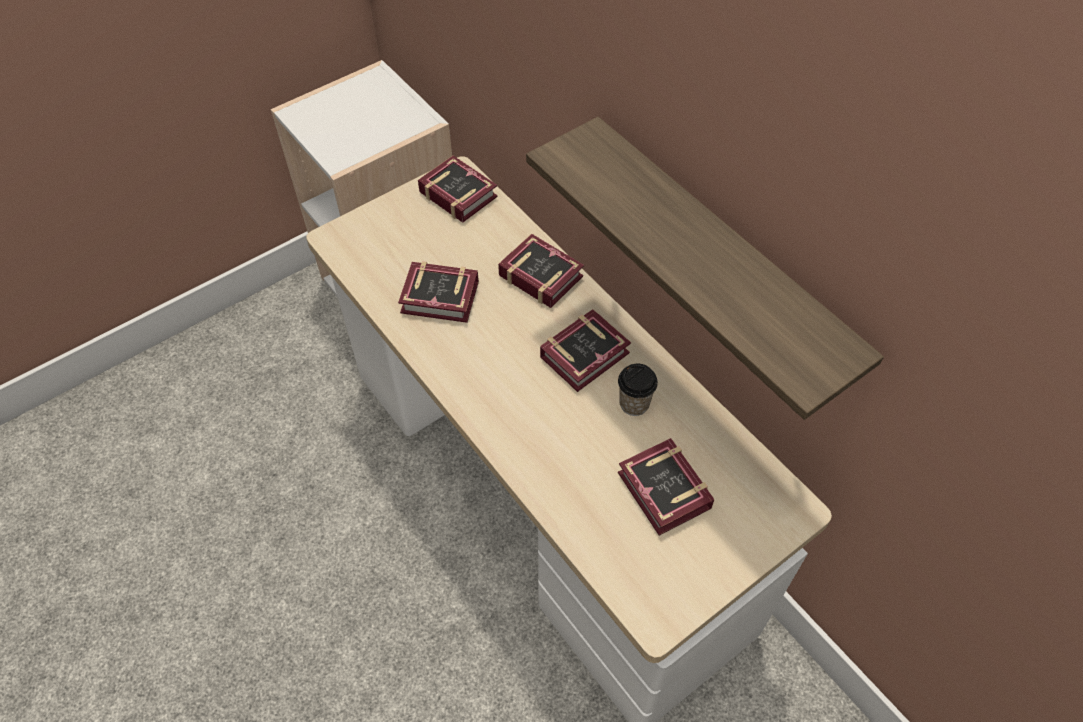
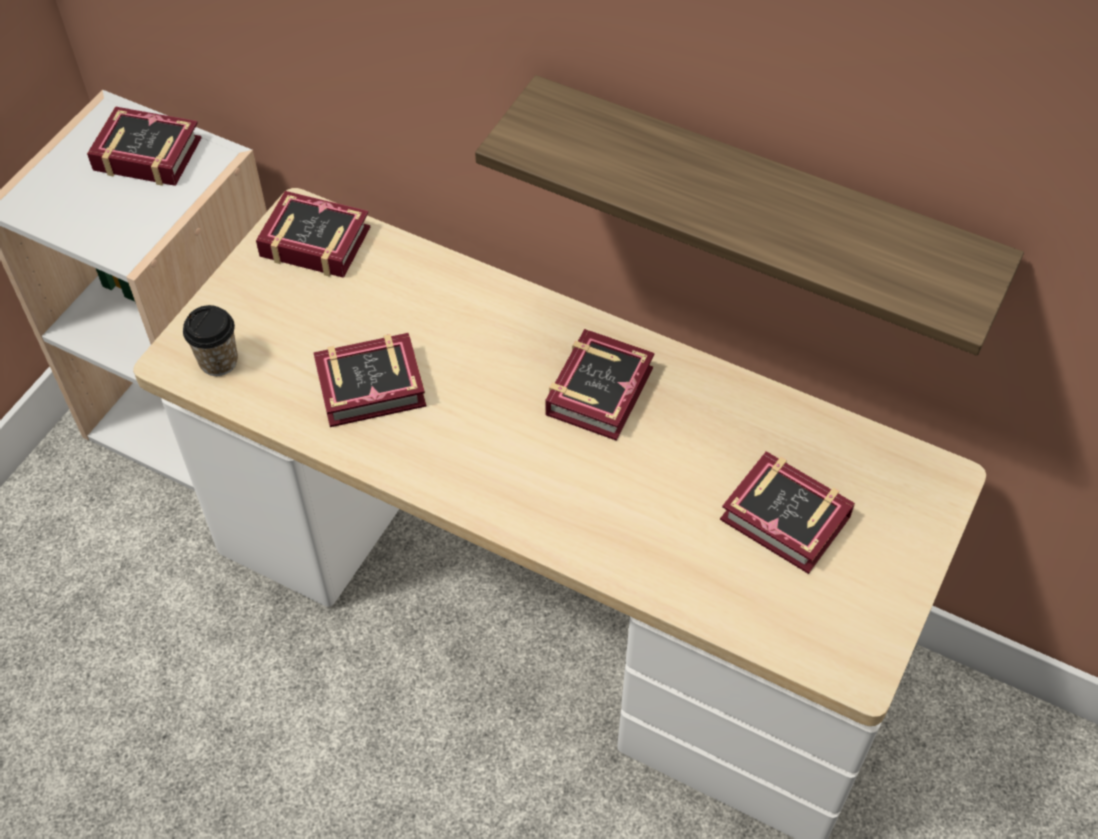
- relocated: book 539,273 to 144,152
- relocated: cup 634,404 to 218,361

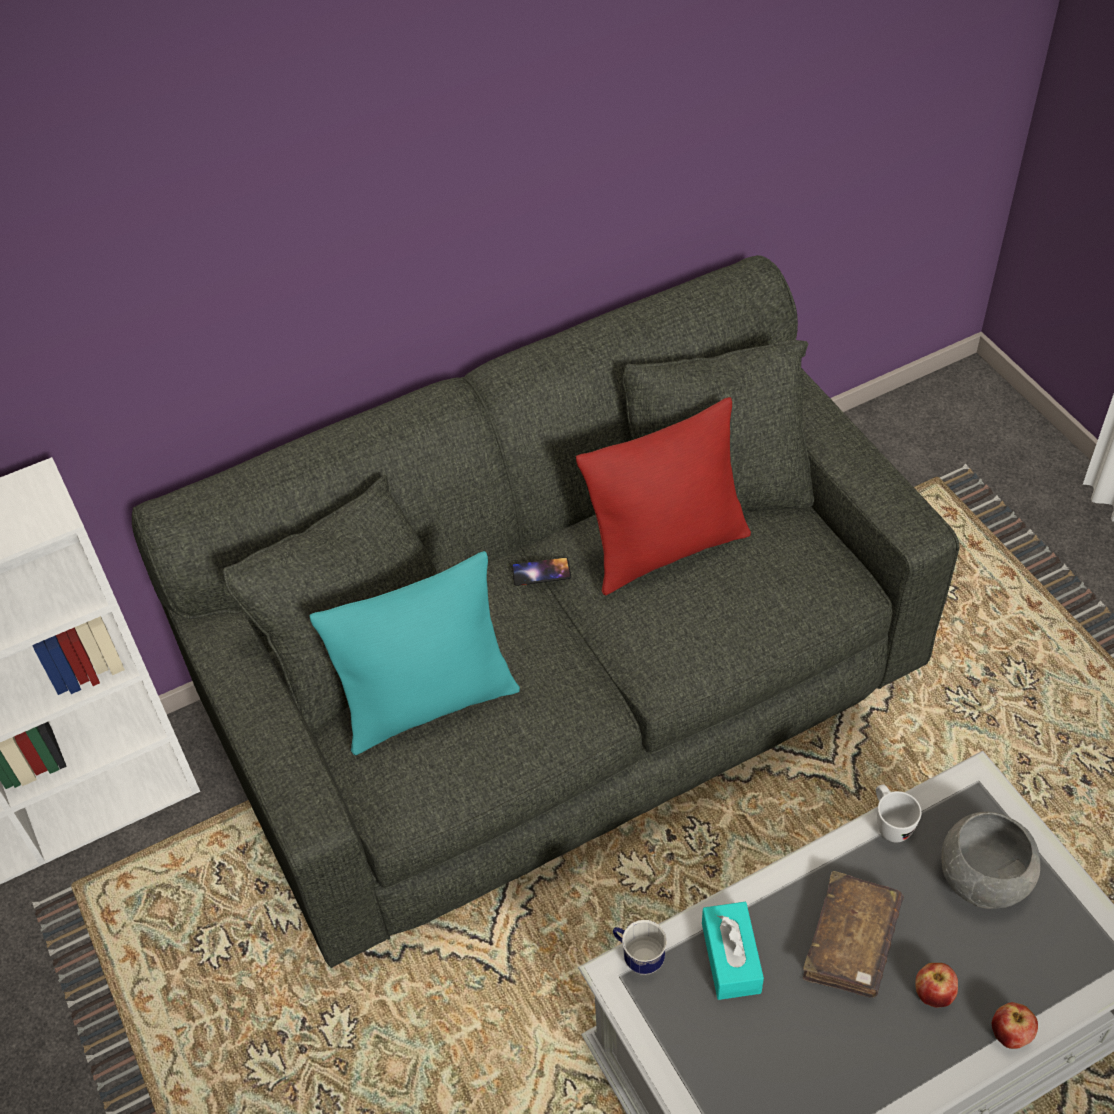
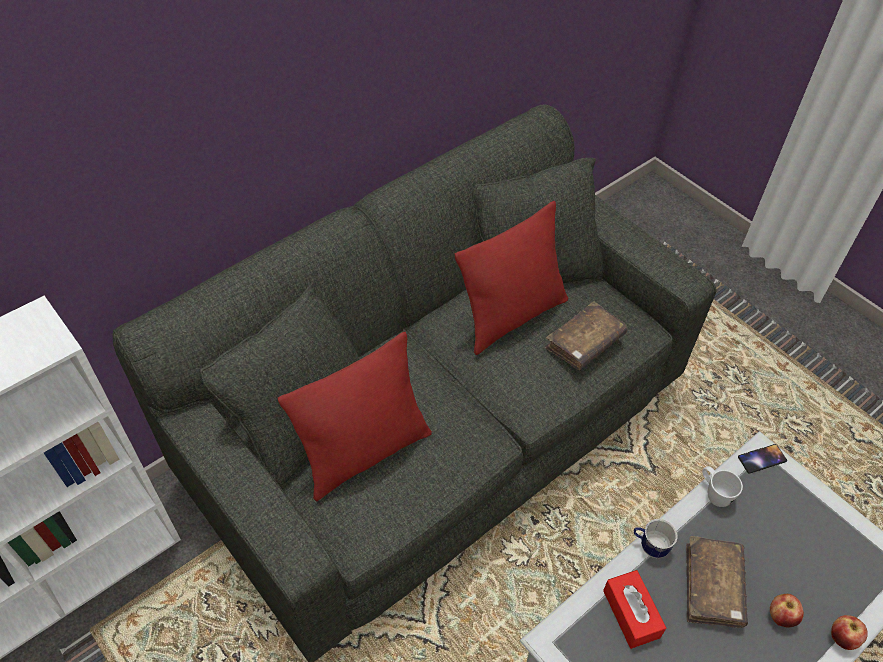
- missing: bowl/grey 983,878
- appeared: book/brown 584,343
- relocated: phone 541,572 to 762,459
- relocated: mug 638,956 to 649,546
- colour: pillow/turquoise 429,704 to pillow/red 365,453
- colour: tissue box/turquoise 731,958 to tissue box/red 631,613

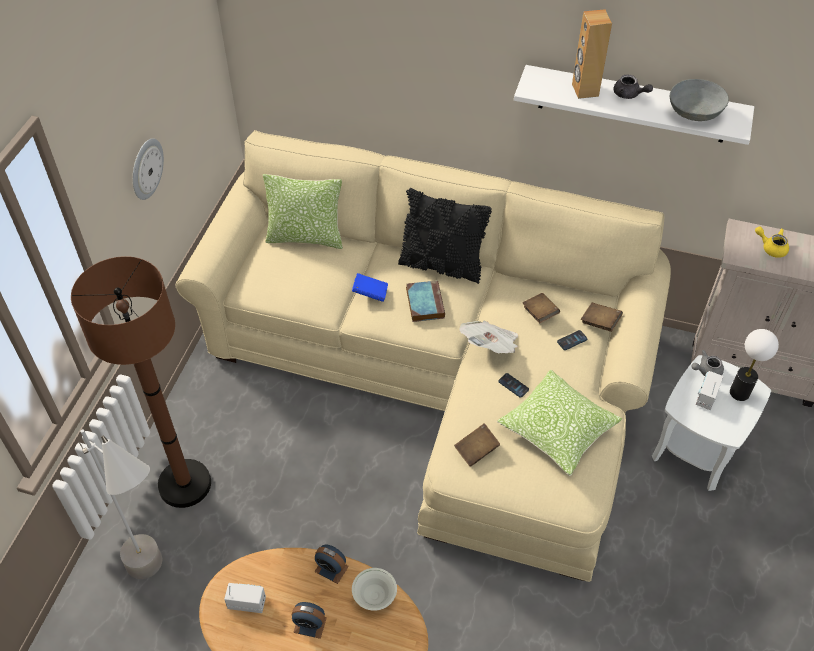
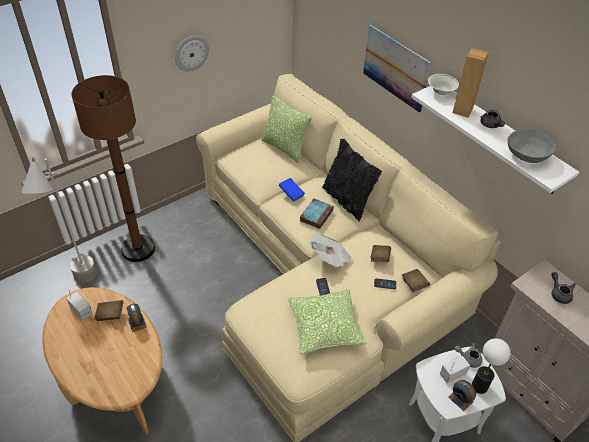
- appeared: picture 395,67
- relocated: alarm clock 310,625 to 460,399
- relocated: bowl/white 374,596 to 440,92
- relocated: book/brown 476,450 to 110,315
- colour: teapot/yellow 771,247 to teapot/grey 559,293

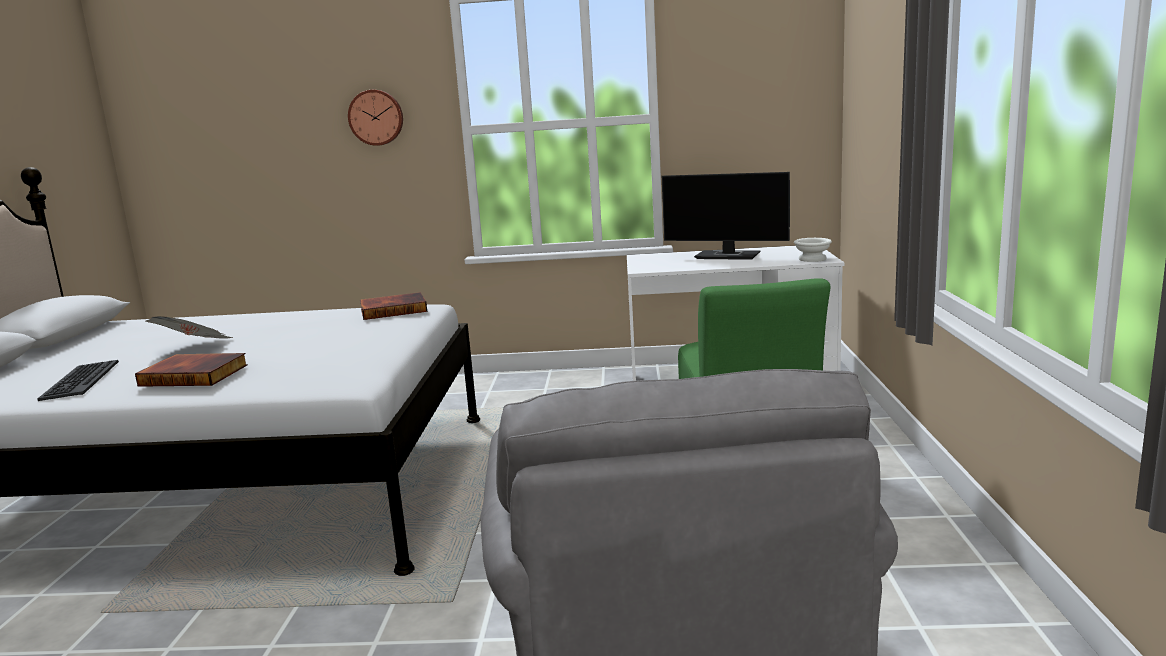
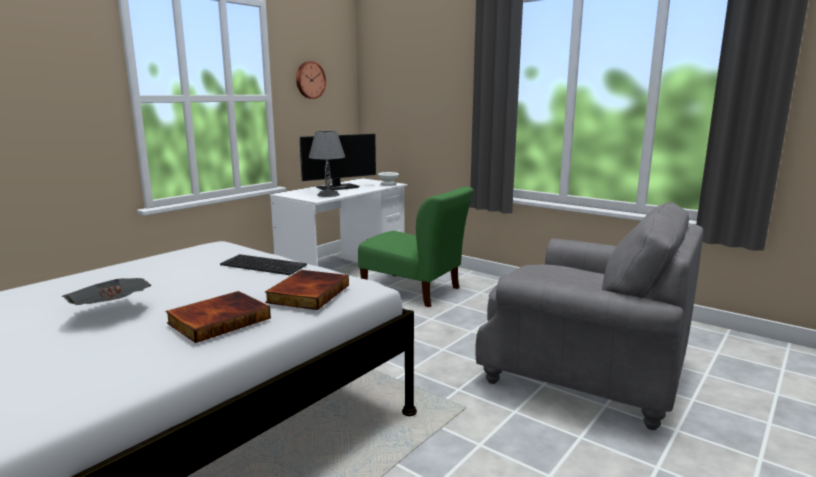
- appeared: table lamp/grey 328,195
- relocated: keyboard 80,381 to 262,266
- relocated: wall clock 376,117 to 309,80
- relocated: book 394,310 to 307,293

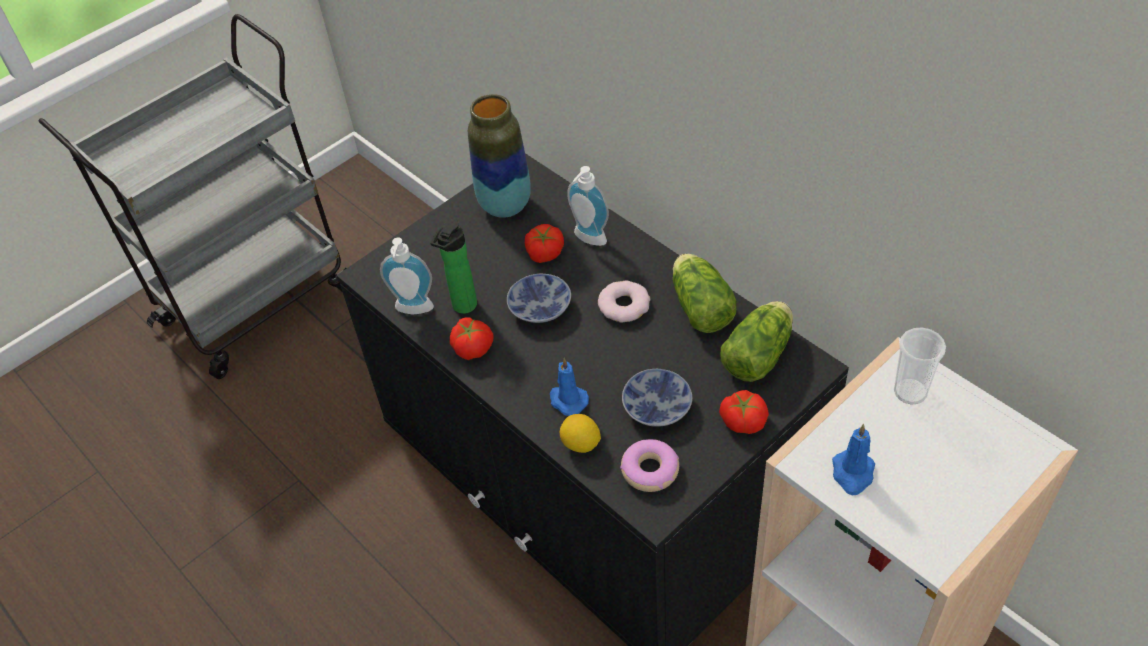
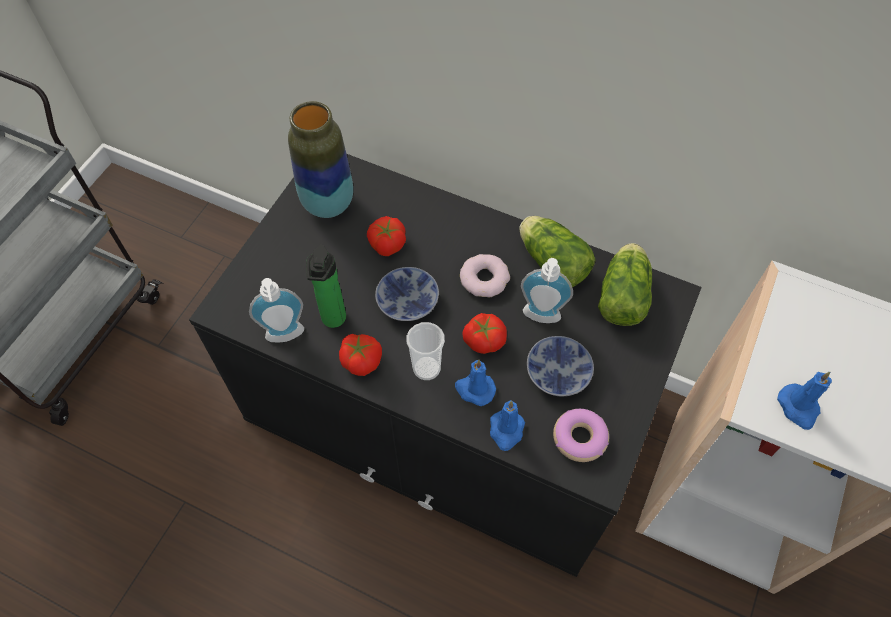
- relocated: soap dispenser 587,240 to 540,318
- relocated: tomato 743,420 to 484,339
- relocated: cup 910,392 to 426,368
- exchanged: lemon 580,444 to candle/blue 506,431

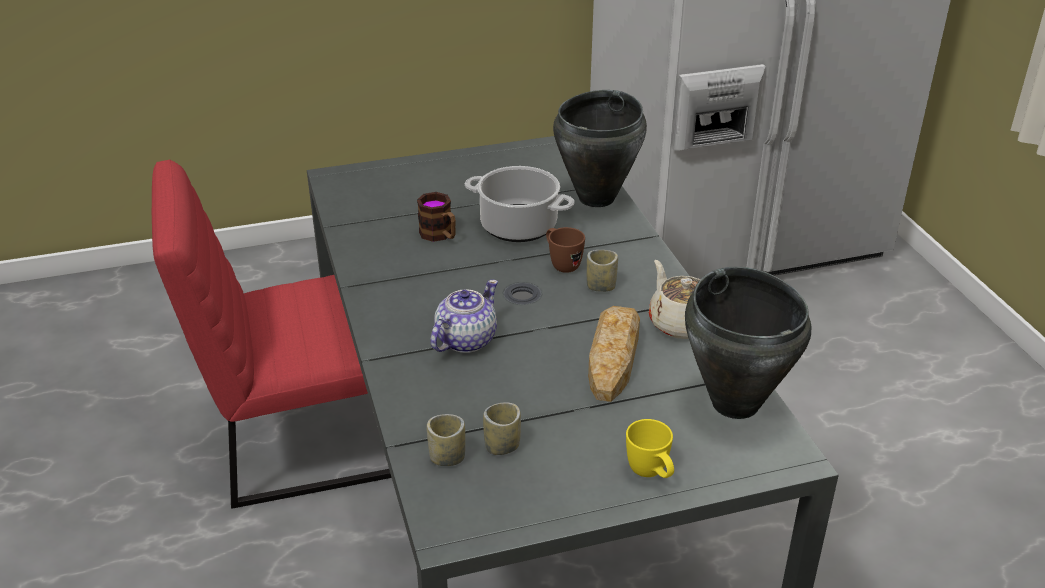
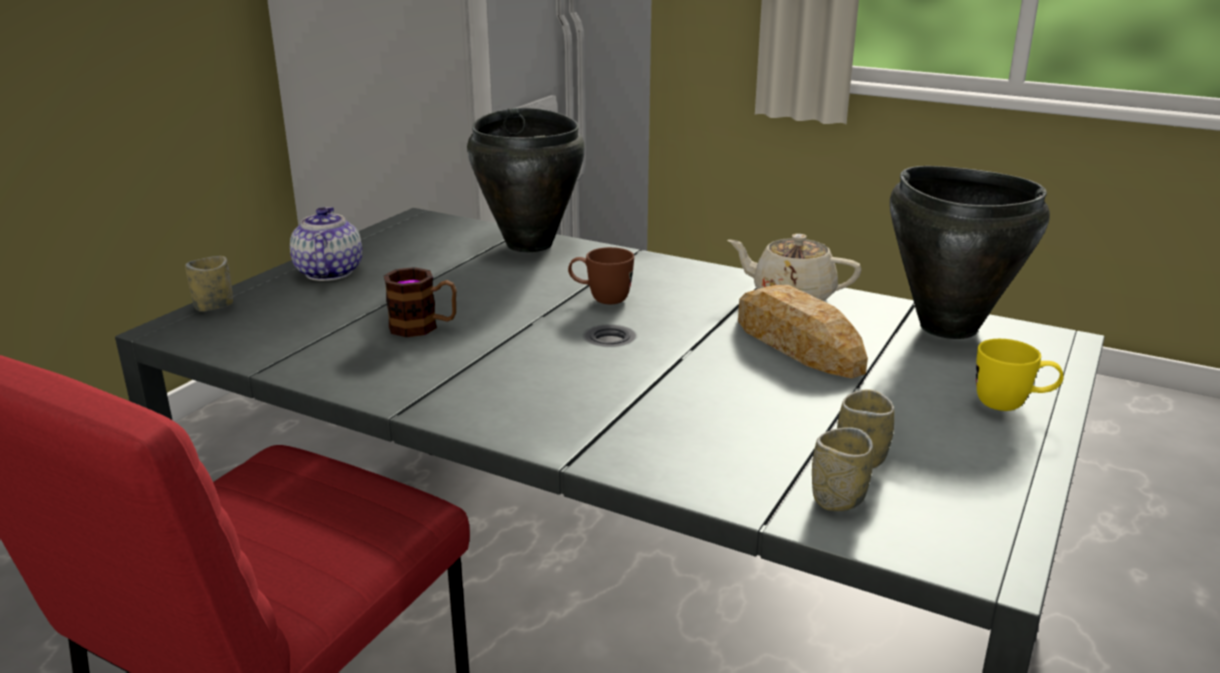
- missing: cooking pot 520,226
- relocated: teapot 465,340 to 328,273
- relocated: cup 601,286 to 214,306

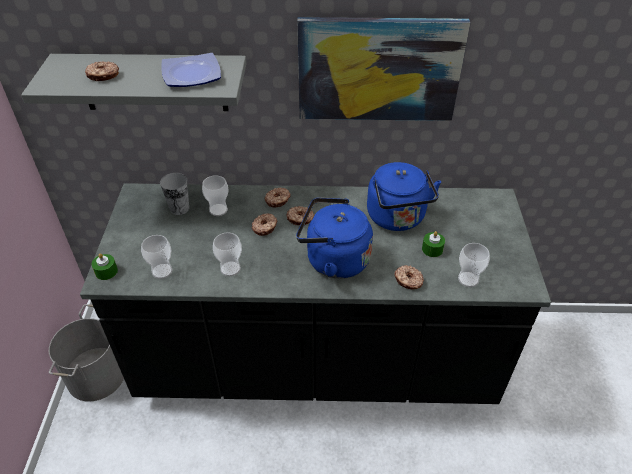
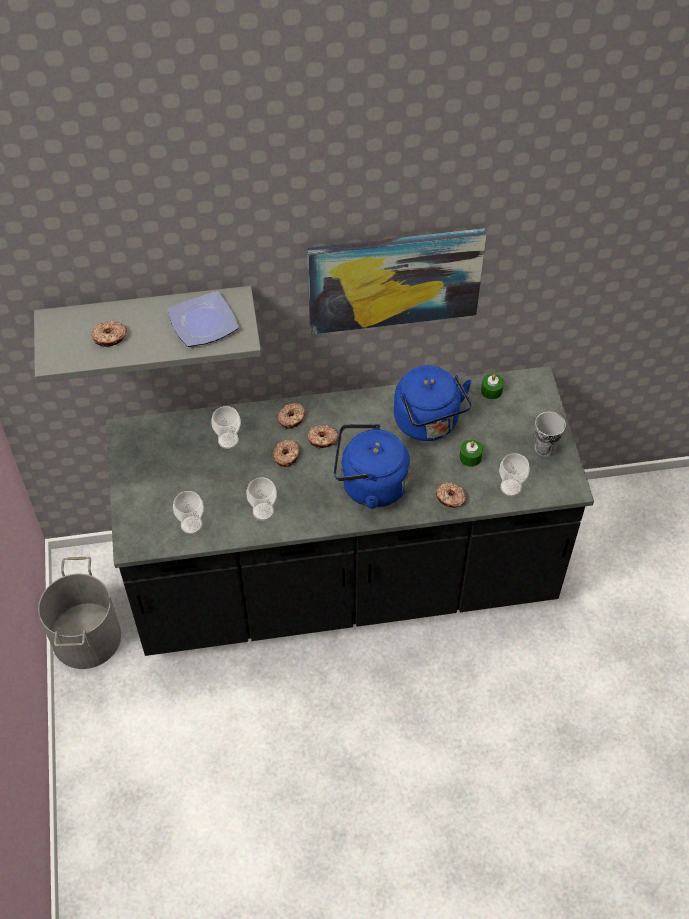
- relocated: candle/green 106,271 to 491,391
- relocated: cup 179,208 to 545,447

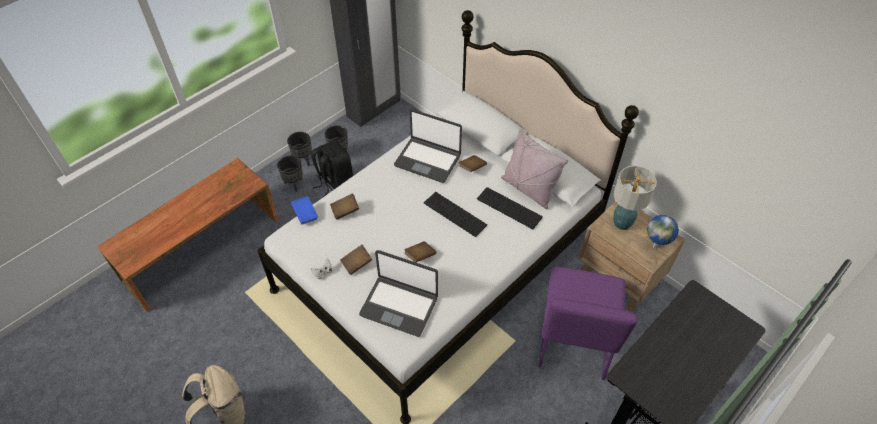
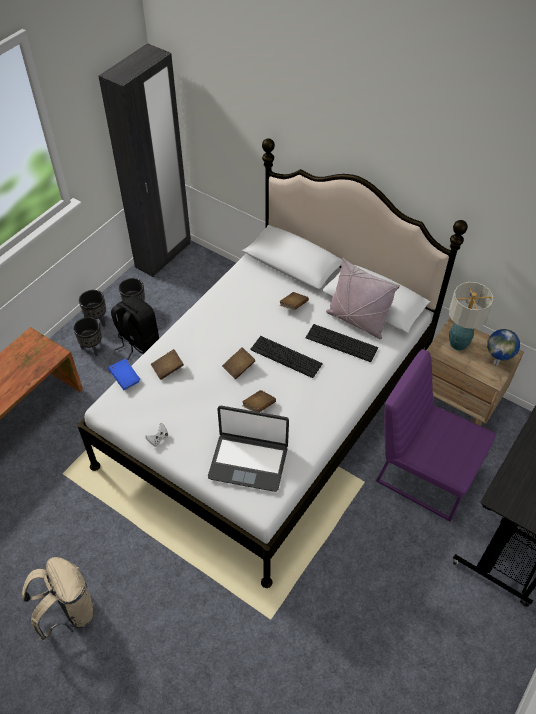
- missing: laptop 428,160
- relocated: book/brown 356,264 to 239,368
- spun: chair/purple 573,341 = 424,473 120 degrees clockwise

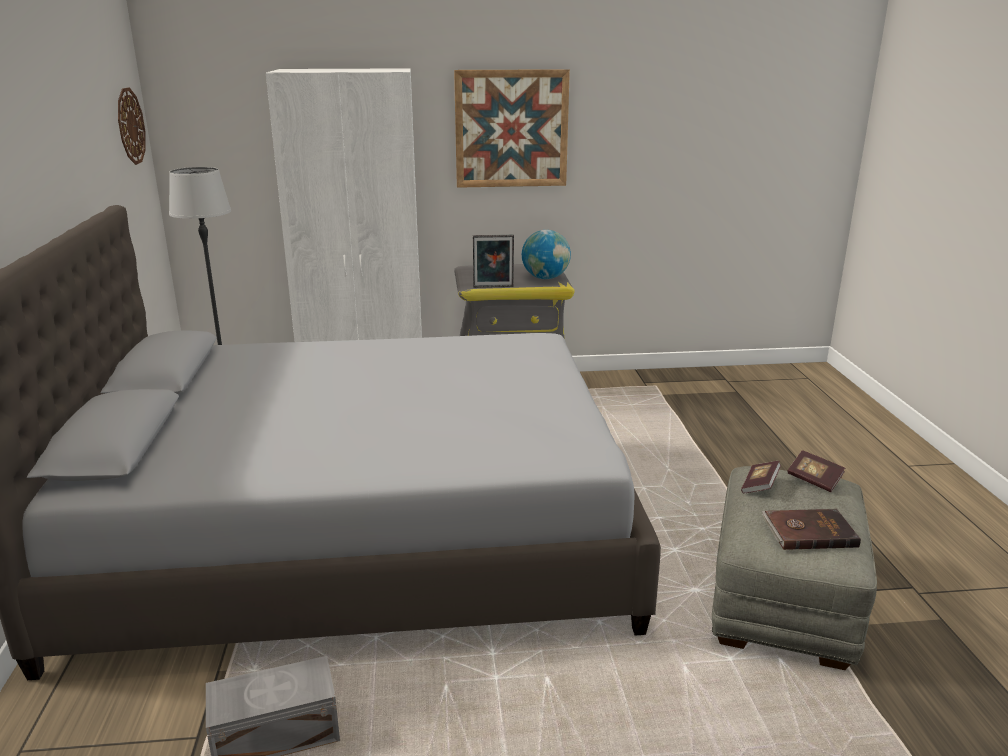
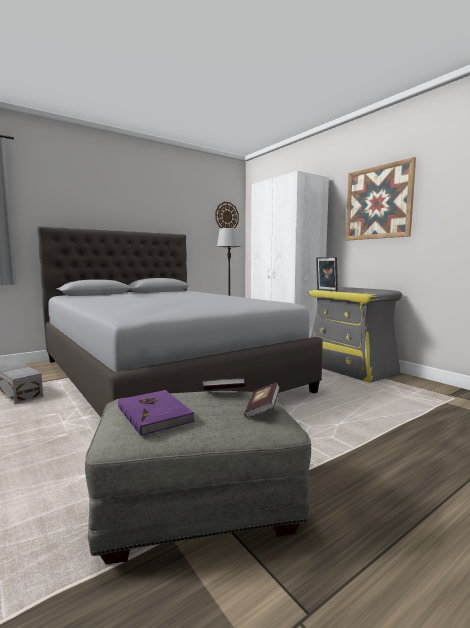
- missing: globe 545,278
- colour: book/brown 808,532 to book/purple 155,414

